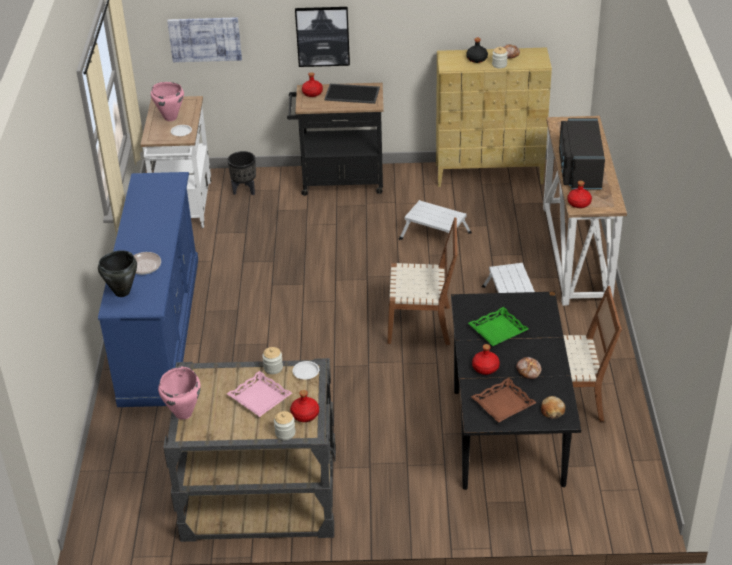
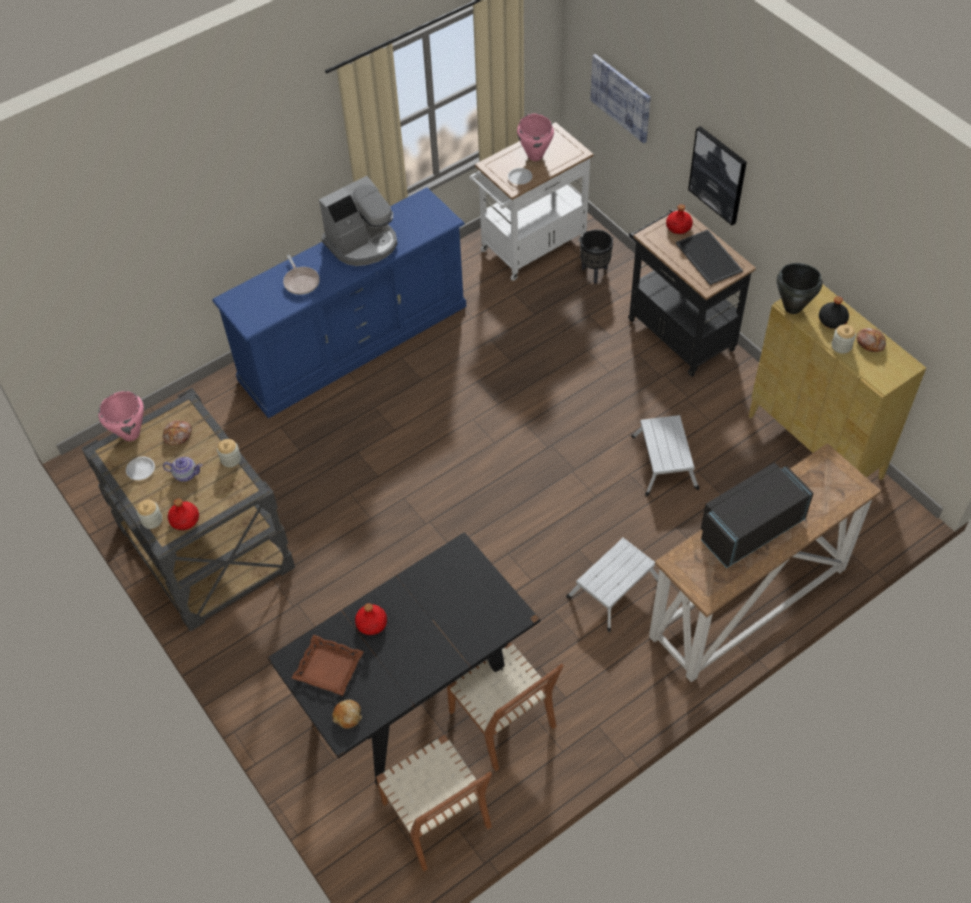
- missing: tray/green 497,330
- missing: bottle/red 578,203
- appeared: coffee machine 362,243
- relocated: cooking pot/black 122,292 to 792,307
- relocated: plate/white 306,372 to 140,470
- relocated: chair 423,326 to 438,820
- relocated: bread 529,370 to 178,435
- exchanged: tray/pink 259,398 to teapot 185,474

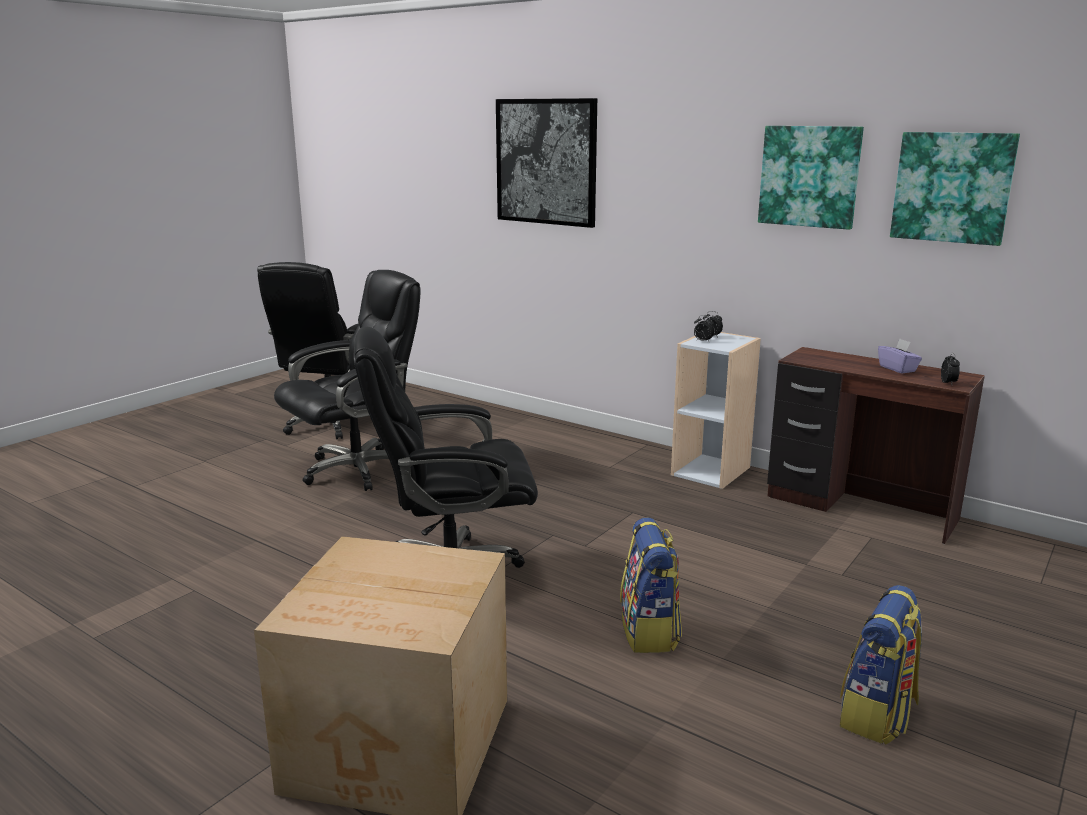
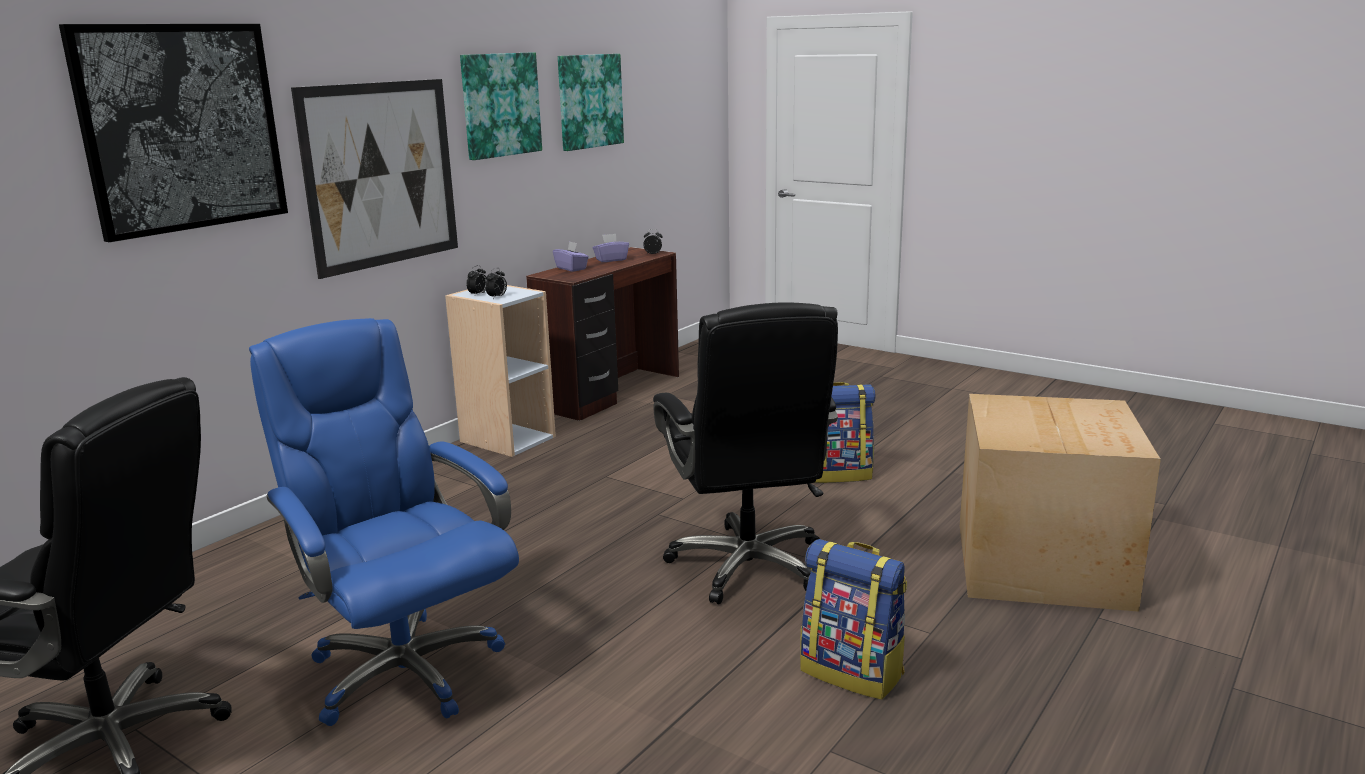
- appeared: picture 381,175
- appeared: tissue box/purple 571,268
- relocated: backpack 877,715 to 853,672
- colour: office chair/black 355,470 to office chair/blue 407,673

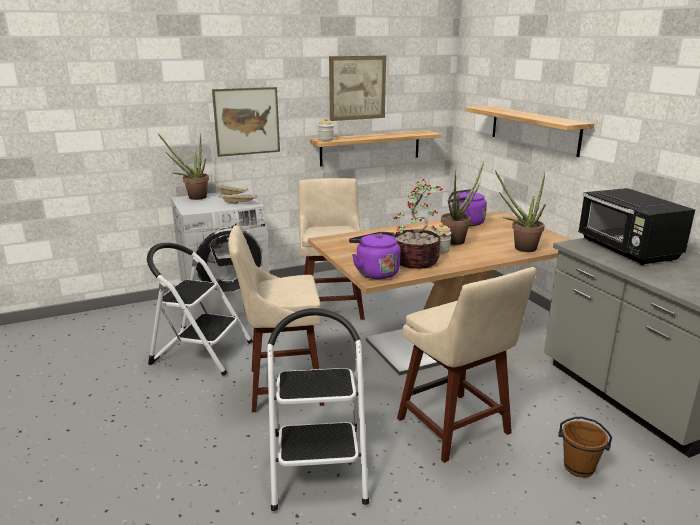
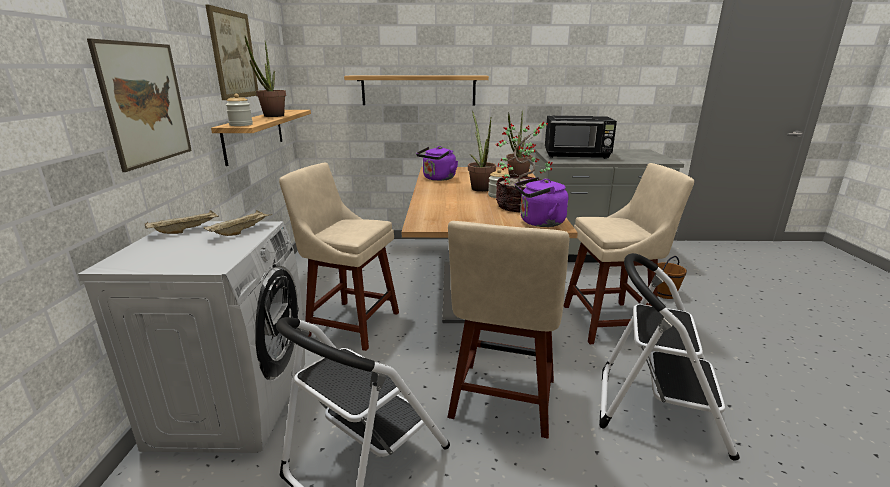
- relocated: potted plant 193,197 to 272,116

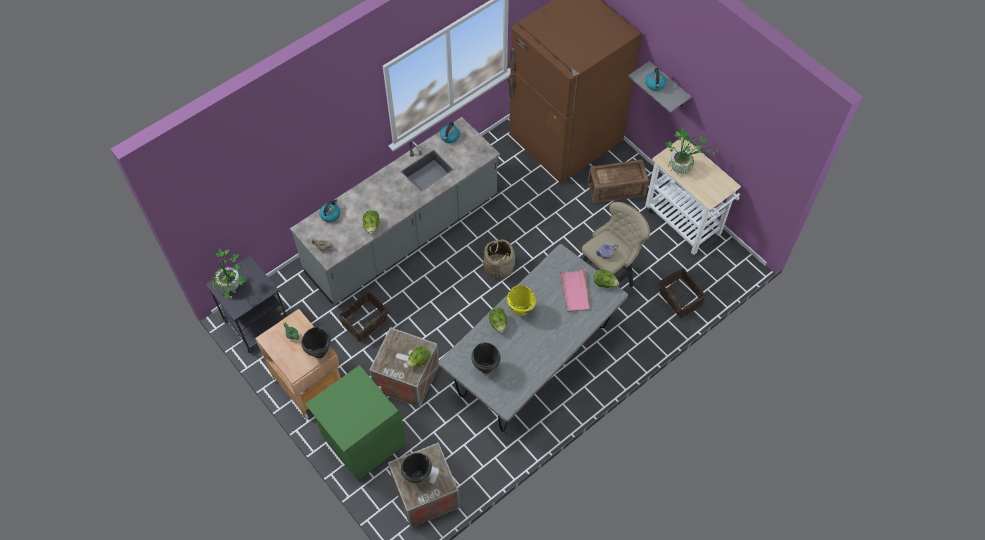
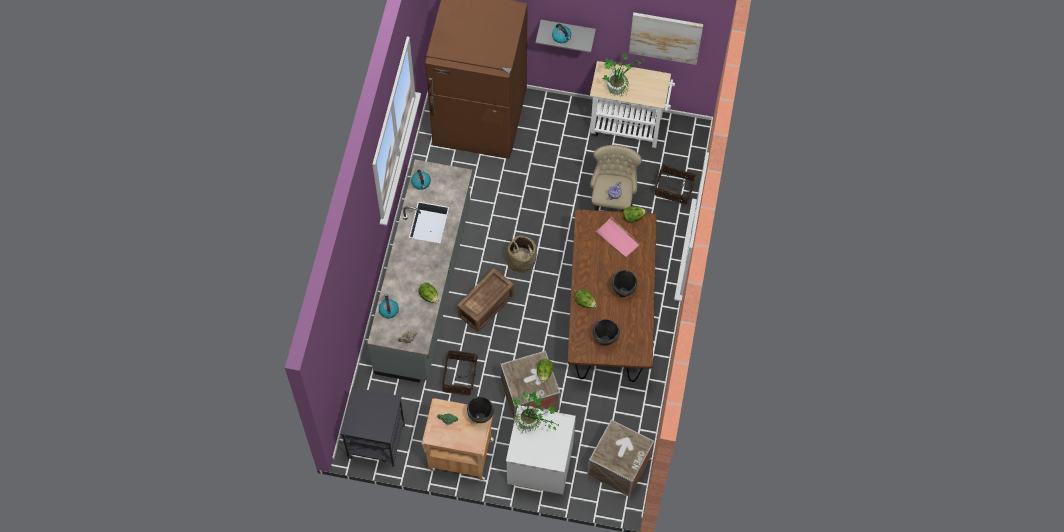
- missing: cooking pot/yellow 520,311
- appeared: picture 665,37
- relocated: potted plant 232,289 to 532,423
- relocated: cooking pot/black 417,476 to 623,292
- relocated: crate 617,189 to 487,305
- colour: washing machine/green 361,440 to washing machine/white 539,464
- colour: dining table/grey 532,362 to dining table/brown 610,315

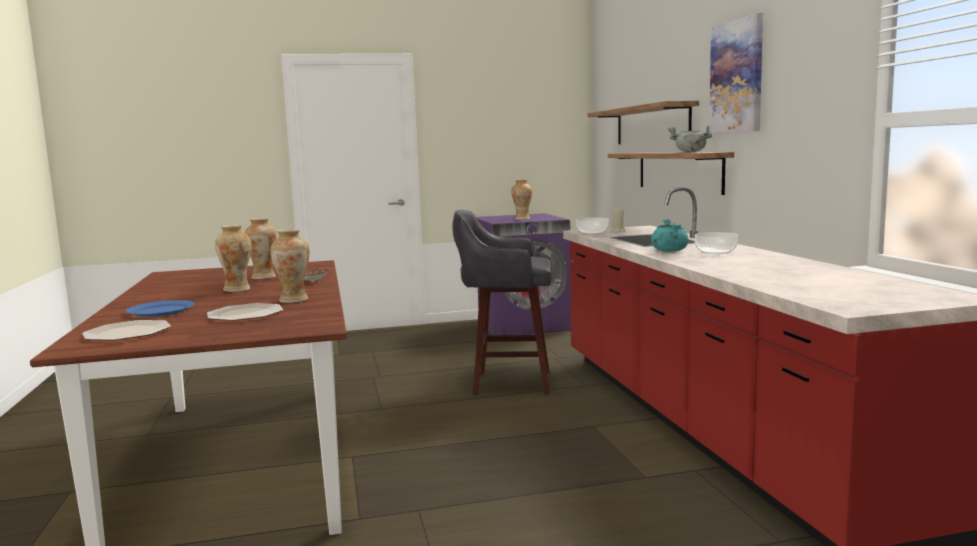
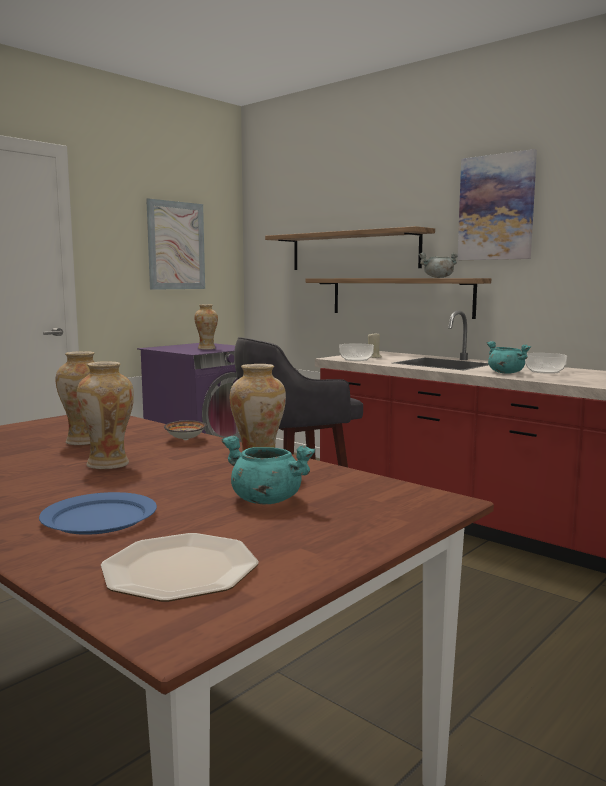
- appeared: picture 176,245
- exchanged: plate 244,314 to cooking pot/turquoise 265,500

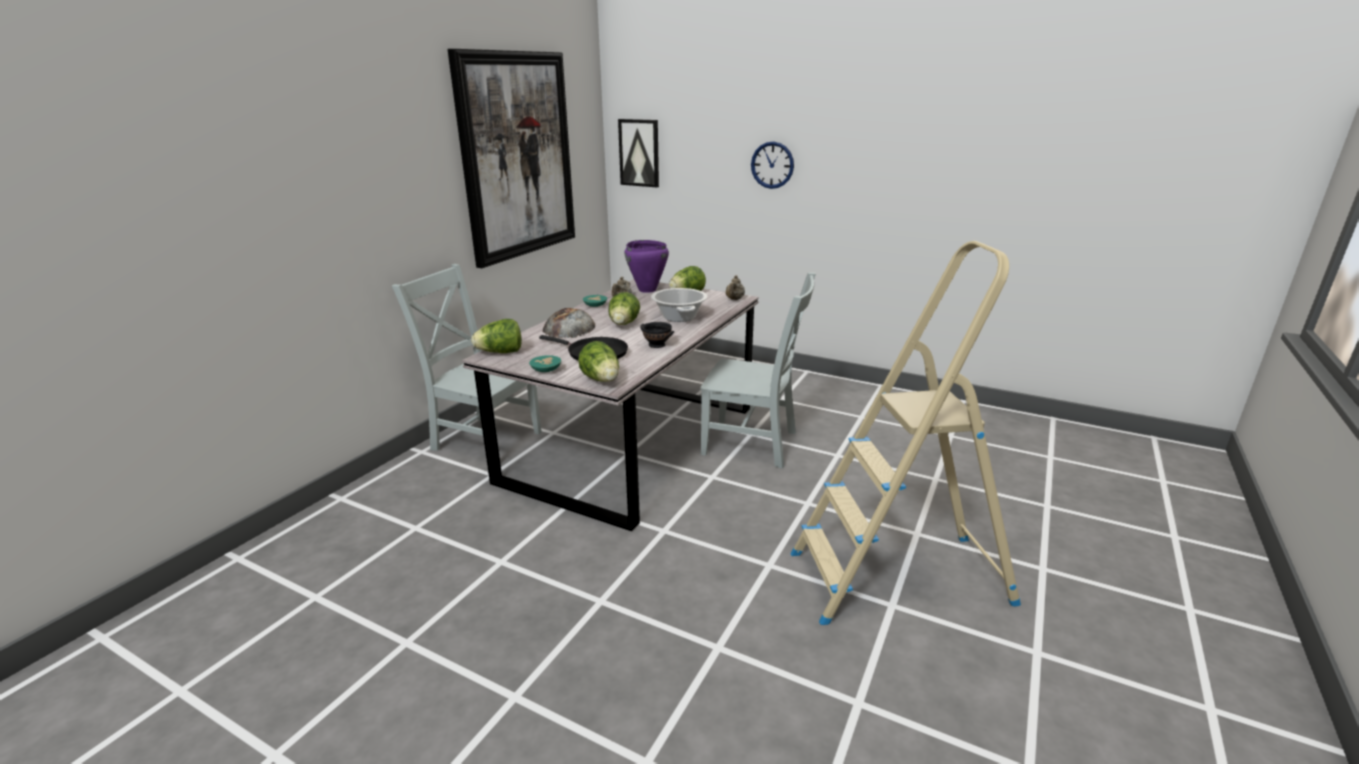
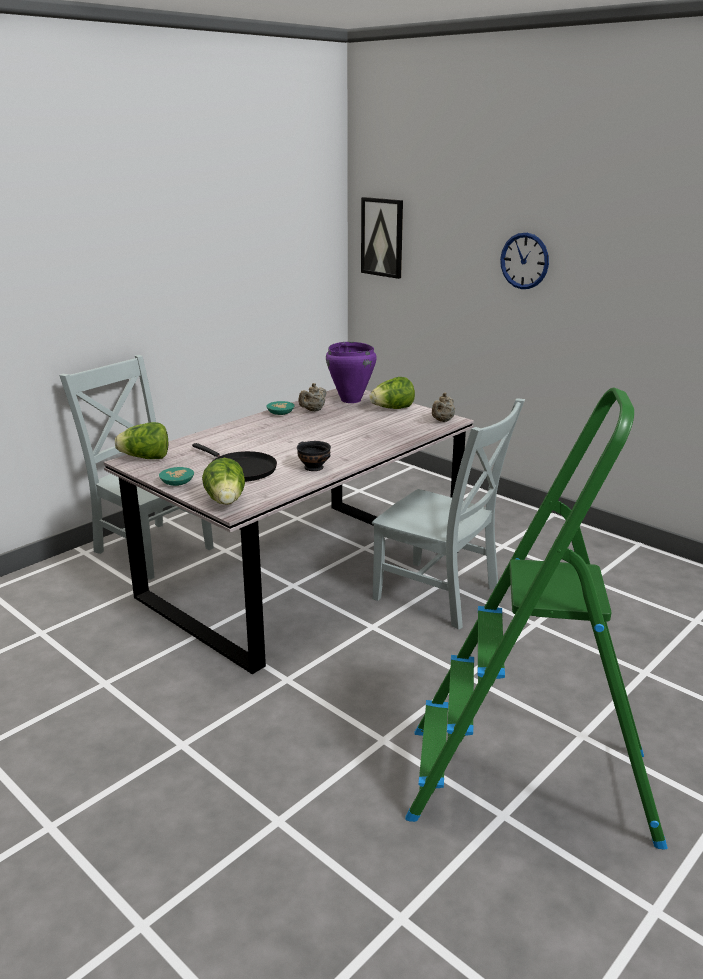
- missing: picture 517,156
- missing: bread 569,327
- missing: lettuce 623,324
- missing: cooking pot 679,317
- colour: step ladder/beige 898,578 to step ladder/green 528,785

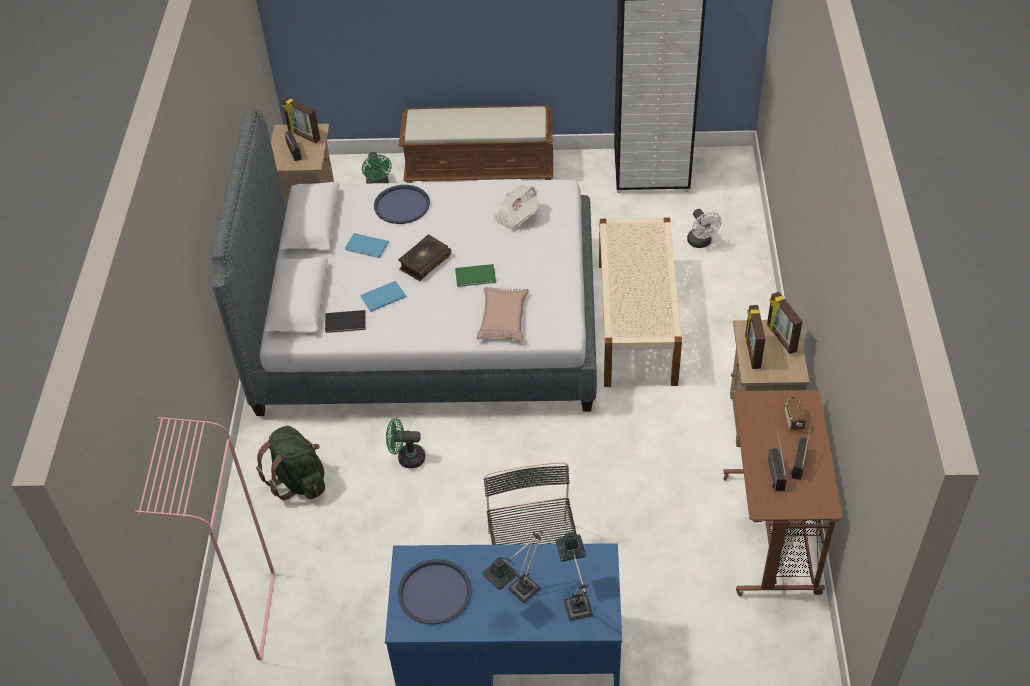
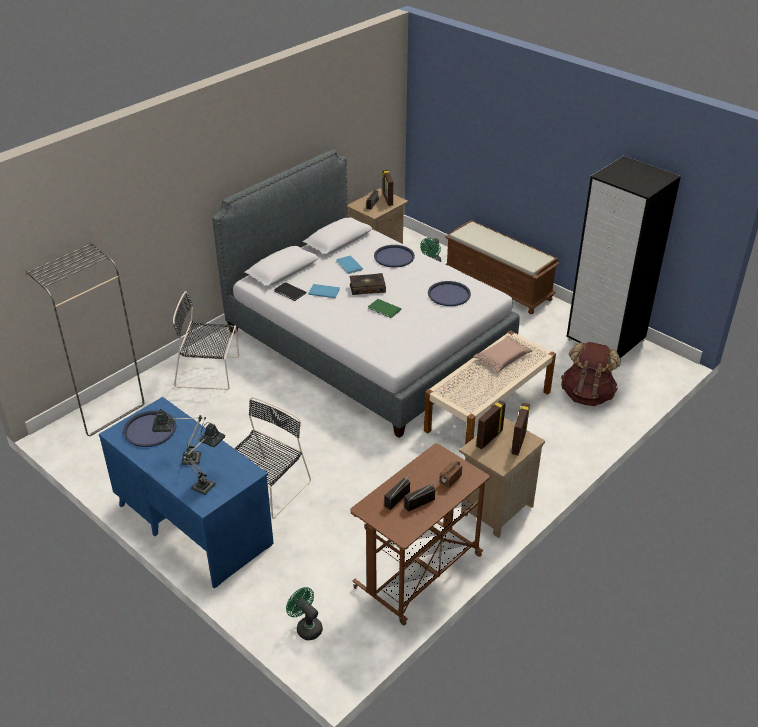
- relocated: fan/green 406,458 to 306,627
- relocated: pillow/beige 503,318 to 502,357
- exchanged: backpack/green 299,480 to chair/black 210,372
- exchanged: newspaper 516,216 to tray/blue 449,294
- exchanged: fan/white 701,243 to backpack/brown 587,395
- colour: clothes rack/pink 240,616 to clothes rack/grey 106,411

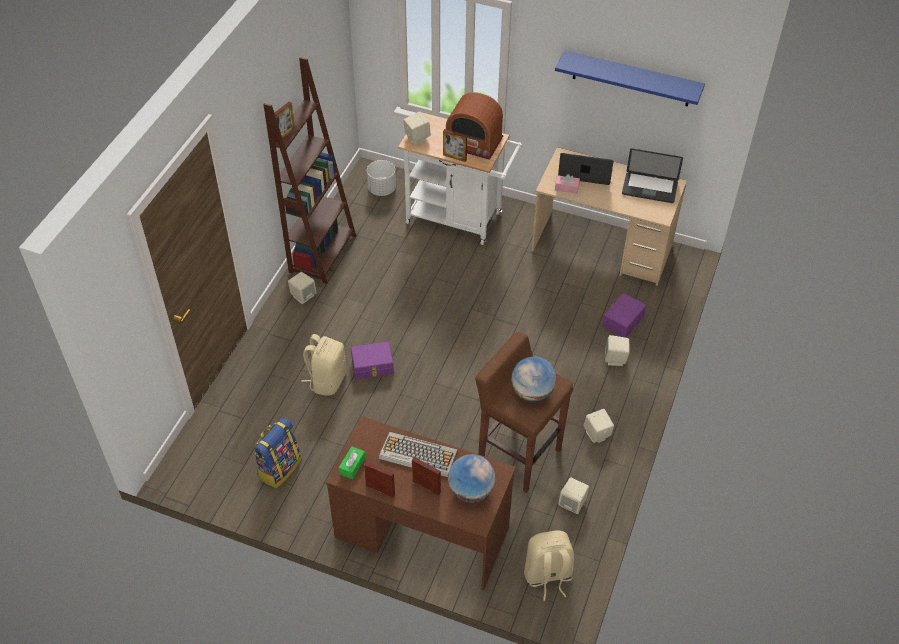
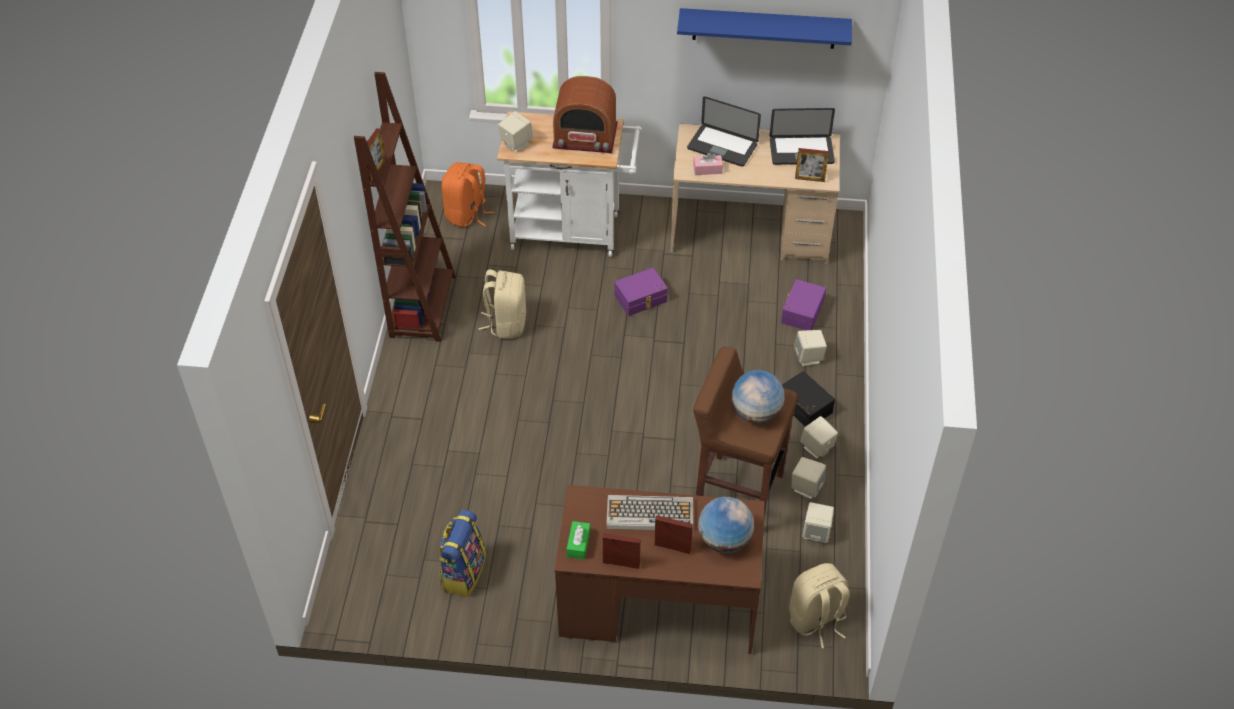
- appeared: storage box/black 803,407
- relocated: speaker/beige 303,296 to 806,487
- relocated: backpack/beige 327,380 to 506,323
- relocated: storage box/purple 372,366 to 641,299
- relocated: picture frame 454,157 to 809,179
- exchanged: planter/white 382,189 to backpack/orange 467,214
- spun: laptop 585,172 = 722,146 150 degrees counterclockwise

